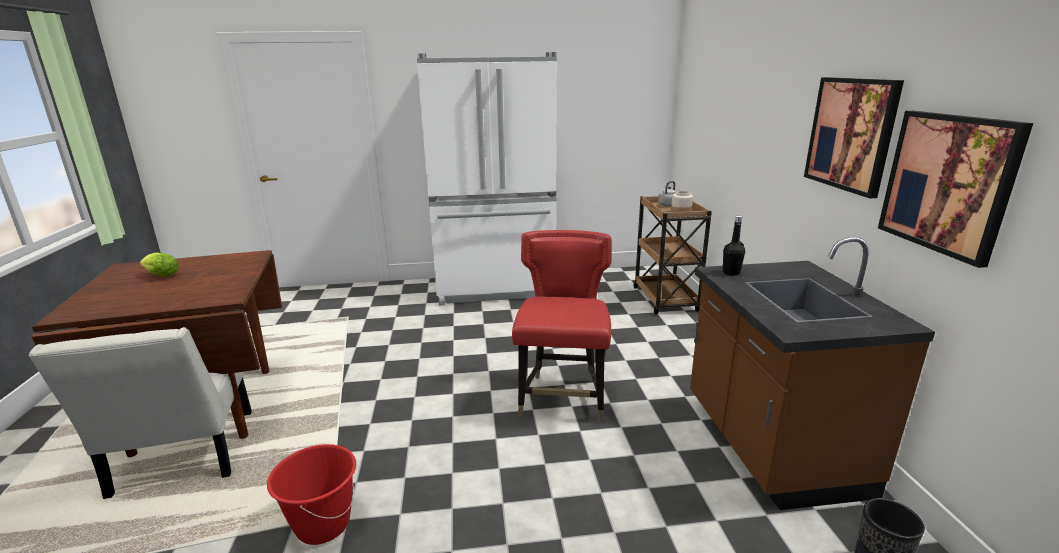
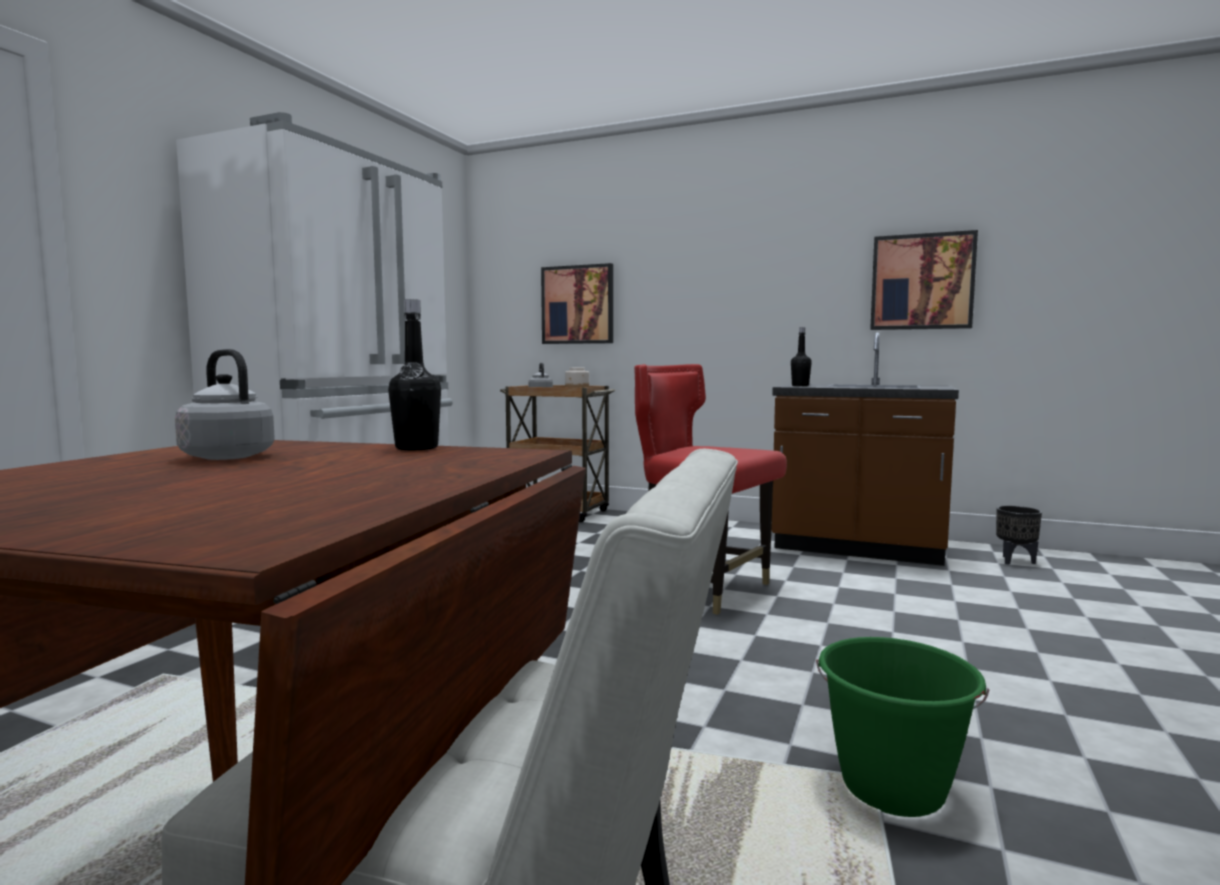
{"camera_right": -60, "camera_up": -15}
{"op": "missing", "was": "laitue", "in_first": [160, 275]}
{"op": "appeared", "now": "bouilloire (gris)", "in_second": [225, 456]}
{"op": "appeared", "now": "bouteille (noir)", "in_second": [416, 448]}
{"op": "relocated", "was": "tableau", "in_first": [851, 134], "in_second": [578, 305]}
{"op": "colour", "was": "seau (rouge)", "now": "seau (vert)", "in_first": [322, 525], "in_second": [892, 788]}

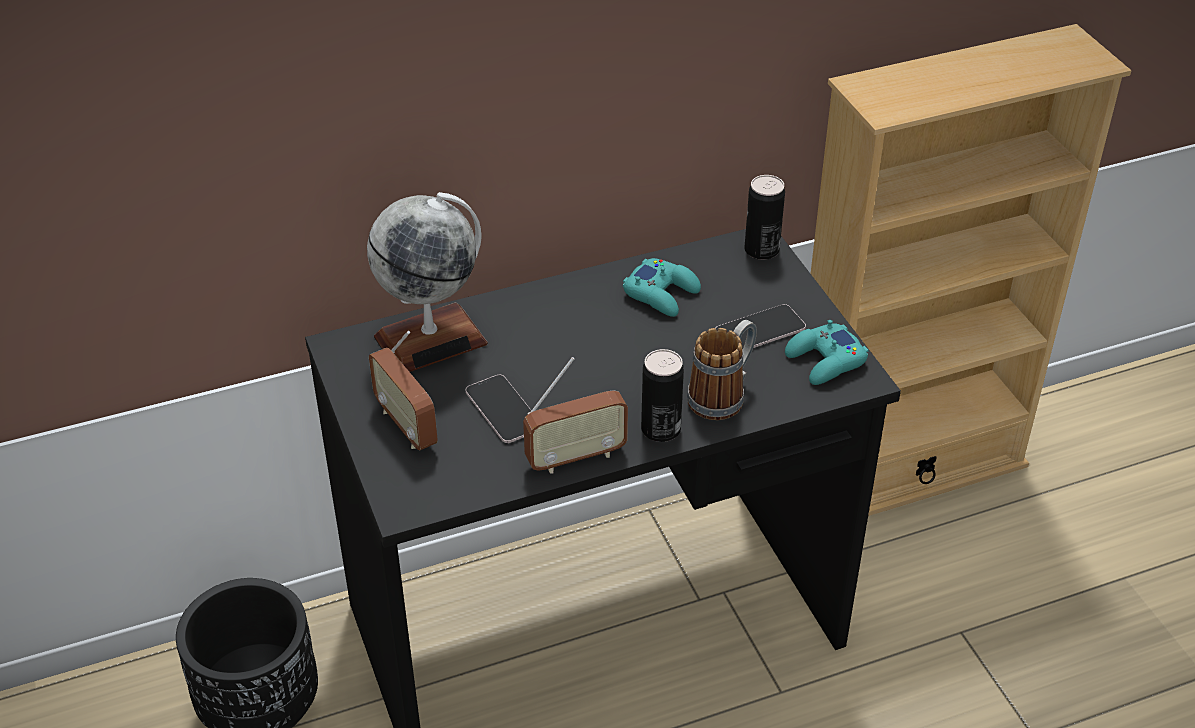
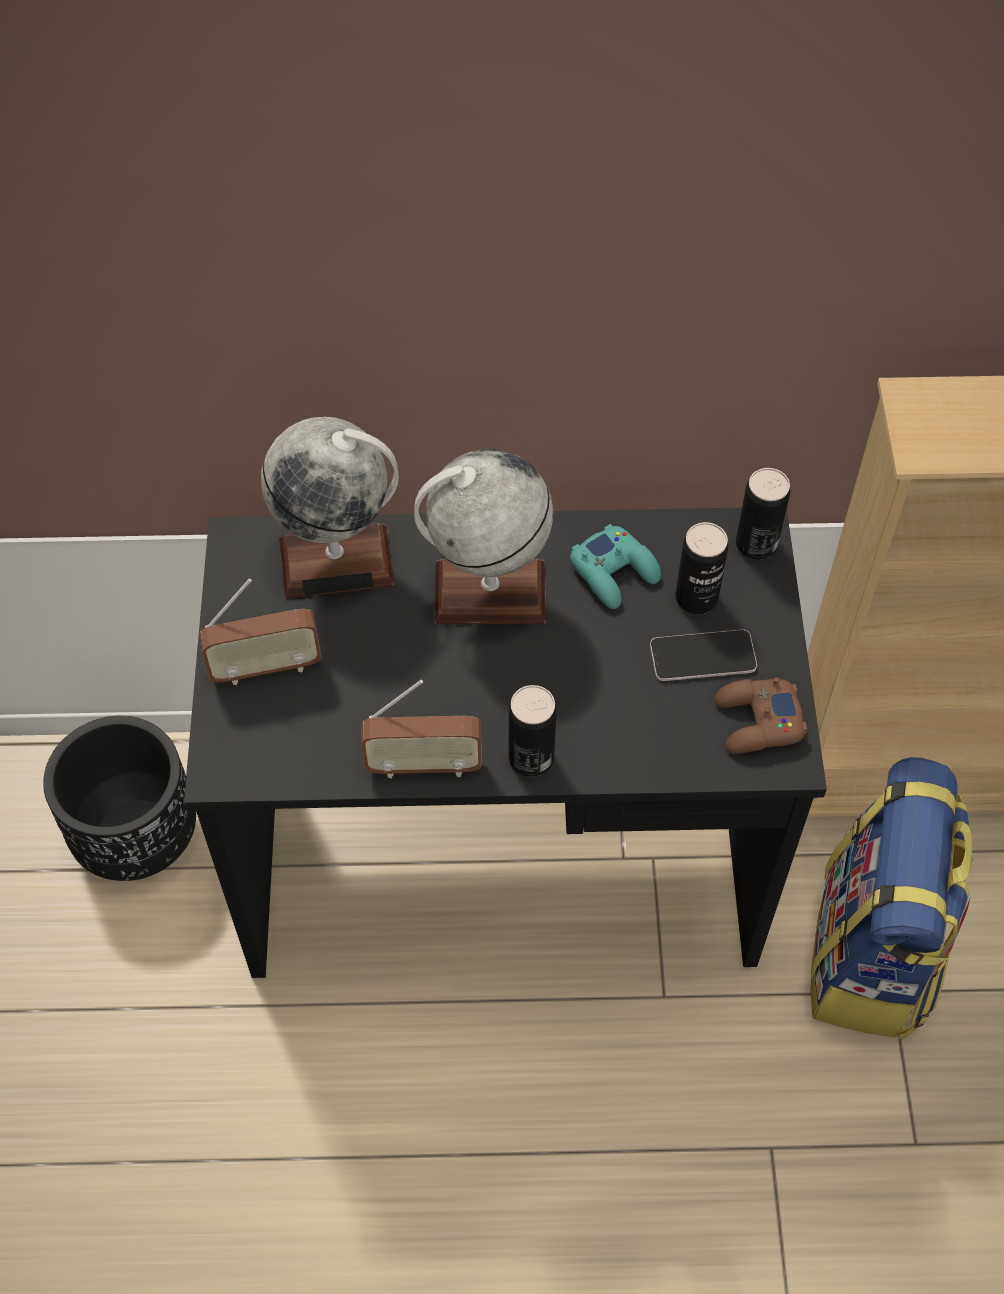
{"camera_right": 20, "camera_up": 15}
{"op": "missing", "was": "téléphone", "in_first": [503, 410]}
{"op": "missing", "was": "mug", "in_first": [723, 395]}
{"op": "appeared", "now": "globe", "in_second": [489, 593]}
{"op": "appeared", "now": "boîte métallique", "in_second": [696, 598]}
{"op": "appeared", "now": "sac à dos", "in_second": [872, 955]}
{"op": "colour", "was": "manette (turquoise)", "now": "manette (marron)", "in_first": [825, 361], "in_second": [757, 722]}
{"op": "spun", "was": "radio", "in_first": [407, 425], "in_second": [265, 667], "clockwise": -90}

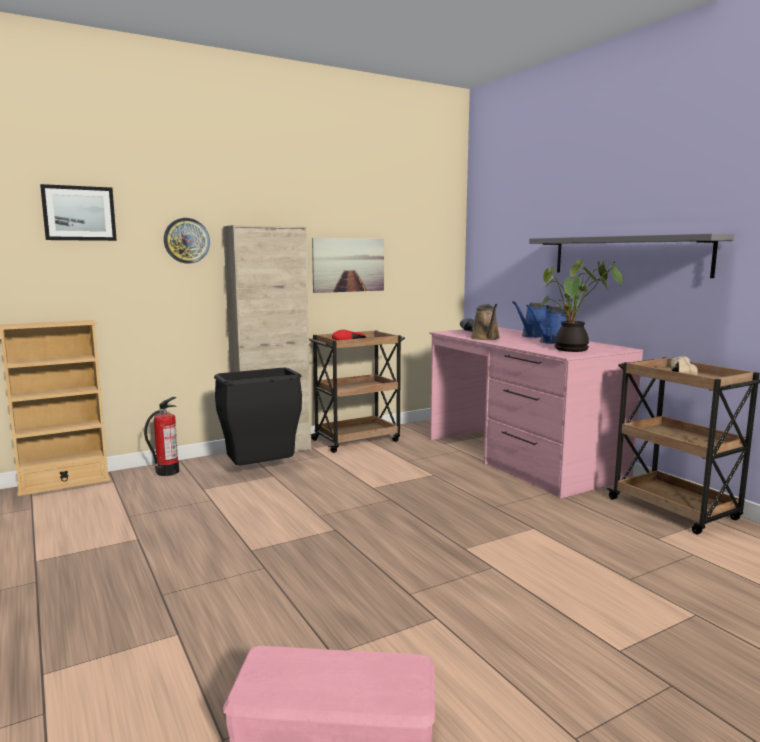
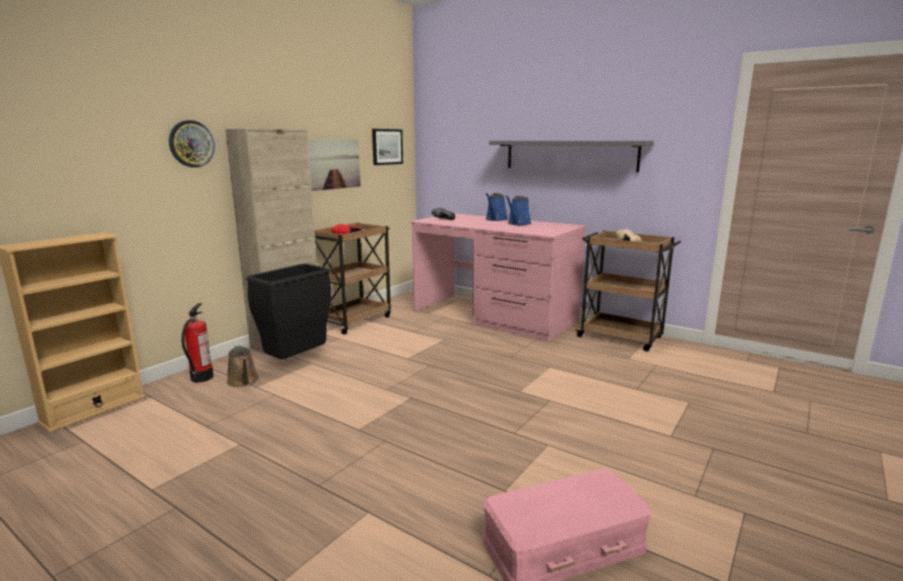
{"camera_right": -25, "camera_up": 5}
{"op": "missing", "was": "plante en pot", "in_first": [572, 350]}
{"op": "relocated", "was": "tableau", "in_first": [79, 213], "in_second": [387, 146]}
{"op": "relocated", "was": "arrosoir (marron)", "in_first": [486, 338], "in_second": [243, 381]}

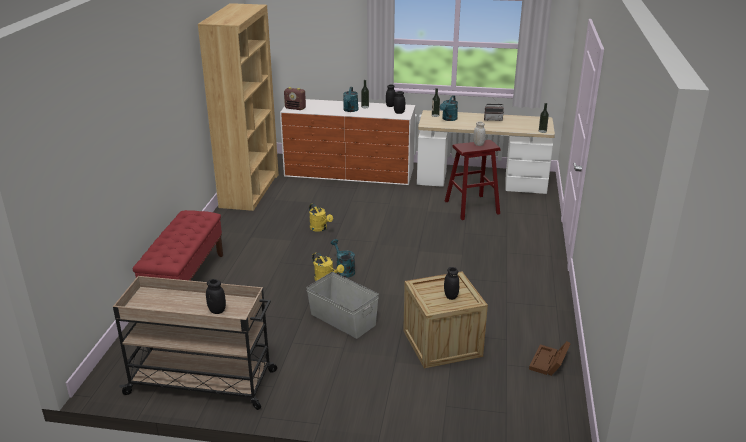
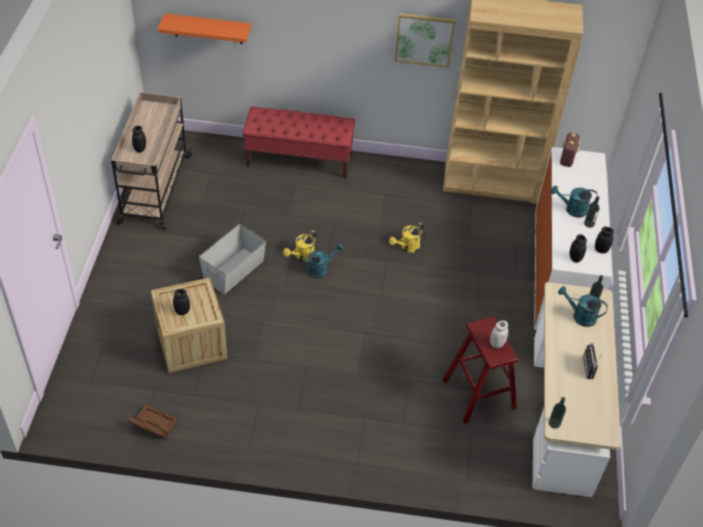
{"camera_right": 85, "camera_up": 20}
{"op": "appeared", "now": "étagère (orange)", "in_second": [208, 29]}
{"op": "appeared", "now": "tableau", "in_second": [424, 39]}

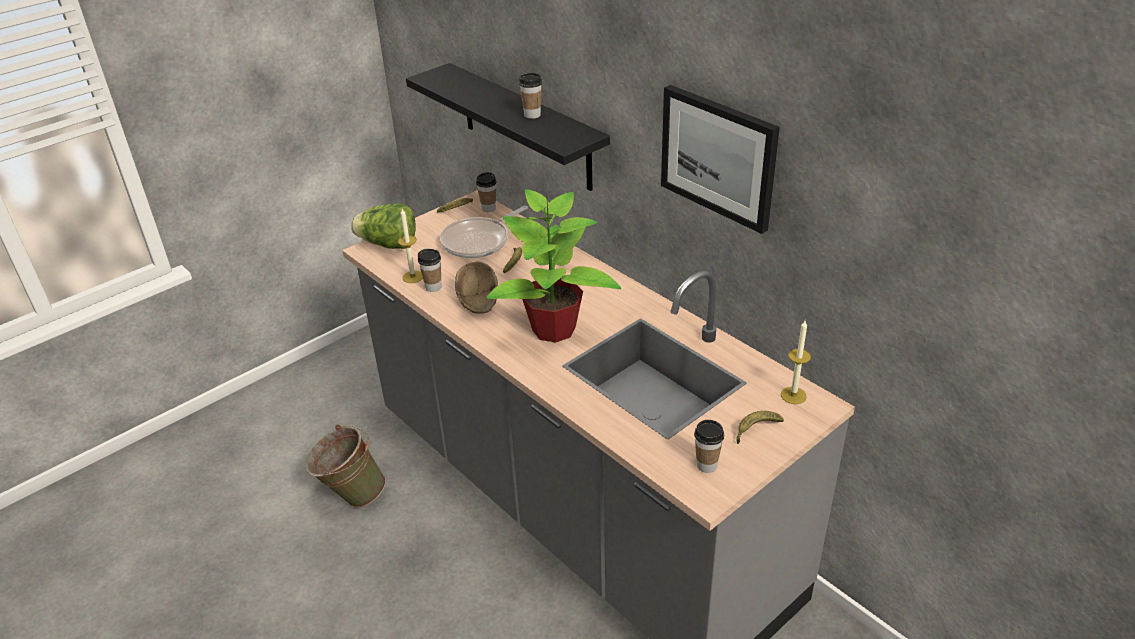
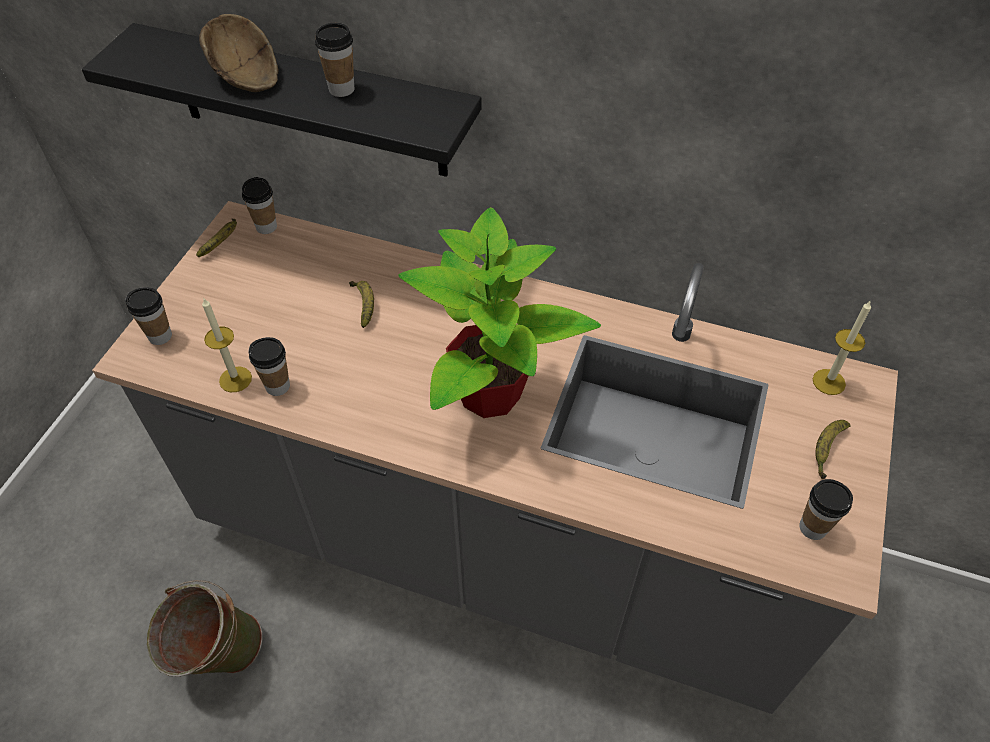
{"camera_right": -30, "camera_up": 15}
{"op": "missing", "was": "poêle", "in_first": [479, 241]}
{"op": "missing", "was": "tableau", "in_first": [718, 157]}
{"op": "relocated", "was": "bol (marron)", "in_first": [477, 301], "in_second": [245, 77]}
{"op": "exchanged", "was": "laitue", "now": "tasse", "in_first": [388, 245], "in_second": [160, 336]}

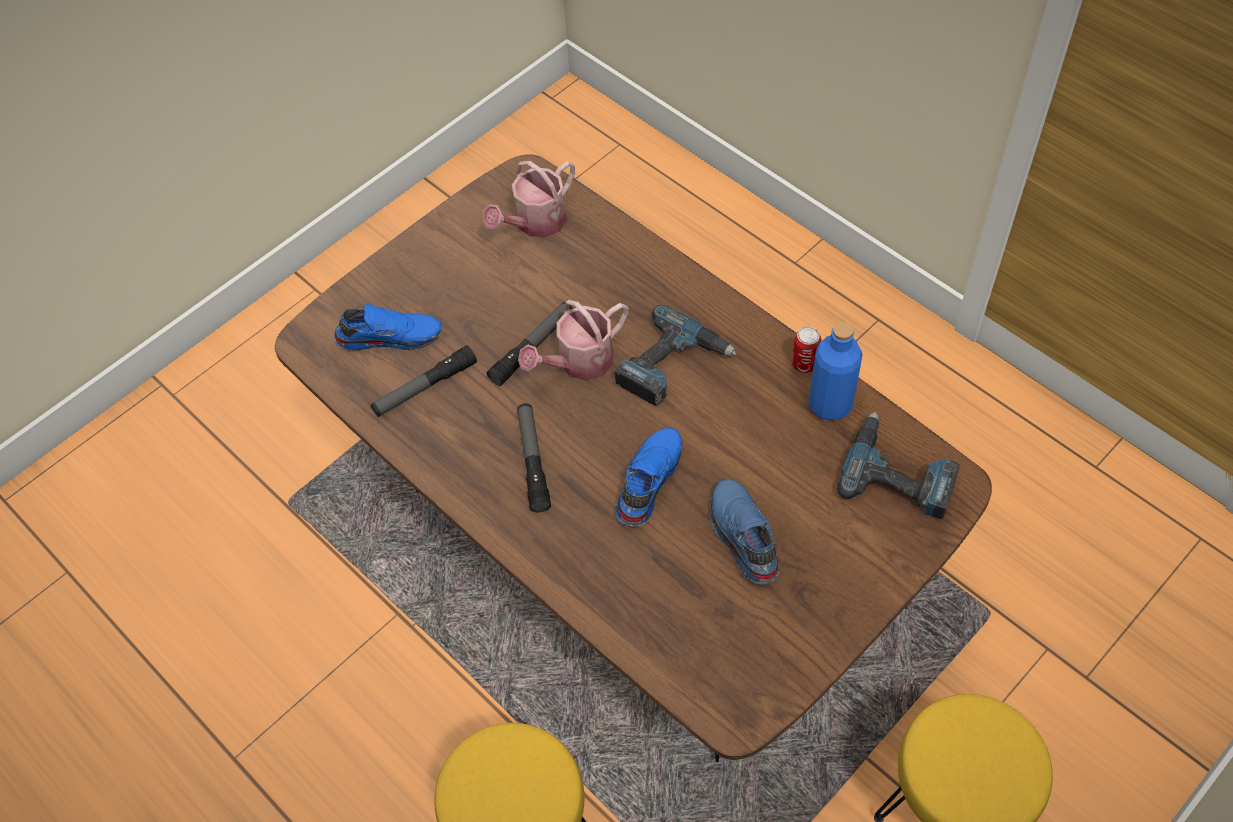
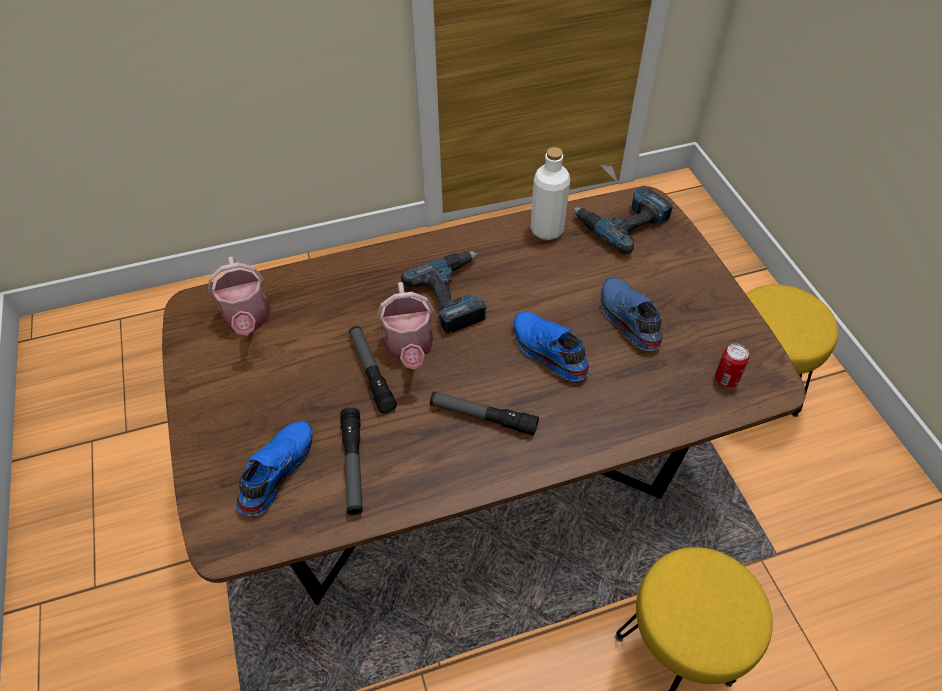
{"camera_right": -65, "camera_up": -5}
{"op": "relocated", "was": "boîte métallique", "in_first": [804, 364], "in_second": [726, 379]}
{"op": "colour", "was": "bouteille (bleu)", "now": "bouteille (blanc)", "in_first": [830, 404], "in_second": [547, 230]}
{"op": "spun", "was": "chaussure (bleu)", "in_first": [741, 537], "in_second": [627, 320], "clockwise": 60}

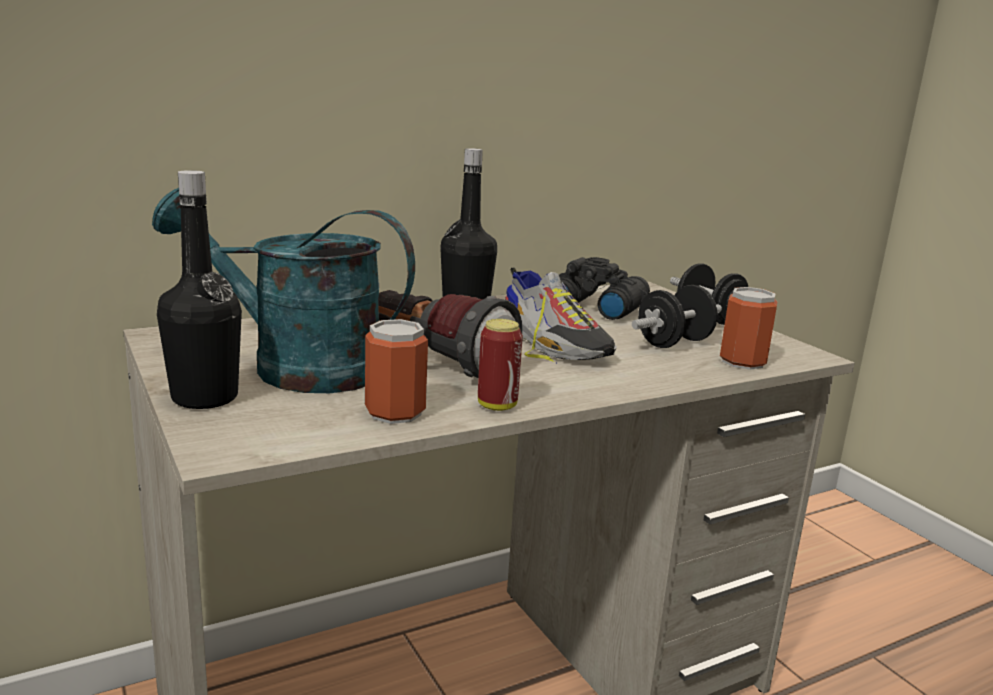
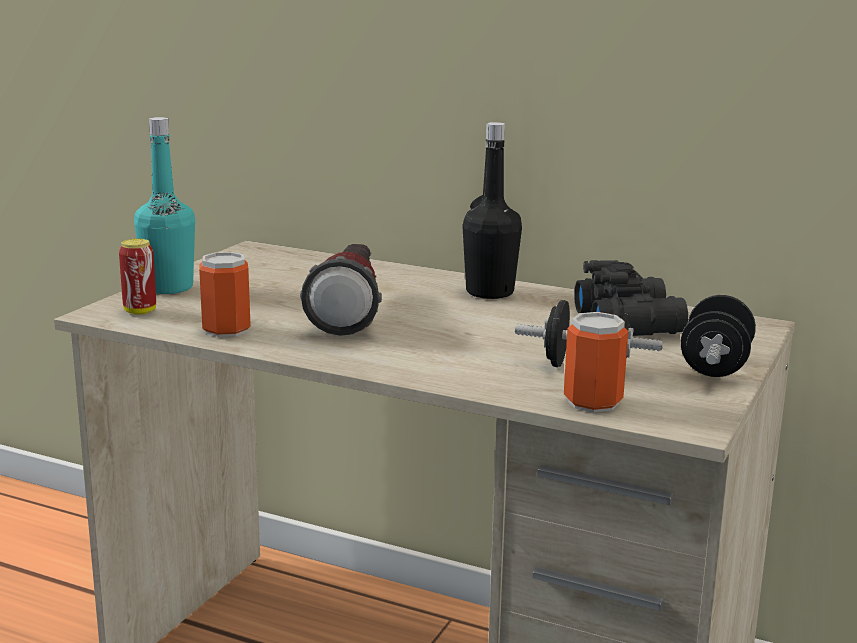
{"camera_right": 55, "camera_up": 0}
{"op": "missing", "was": "arrosoir (turquoise)", "in_first": [295, 367]}
{"op": "missing", "was": "chaussure", "in_first": [553, 343]}
{"op": "relocated", "was": "boîte métallique", "in_first": [497, 406], "in_second": [140, 311]}
{"op": "colour", "was": "bouteille (noir)", "now": "bouteille (turquoise)", "in_first": [205, 398], "in_second": [168, 287]}

